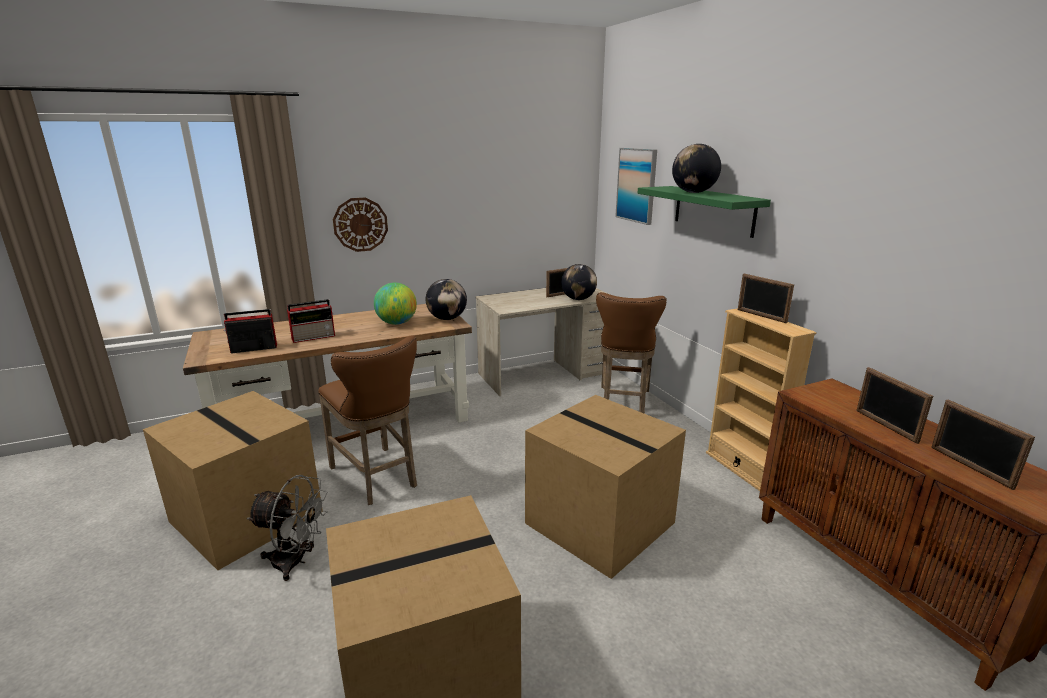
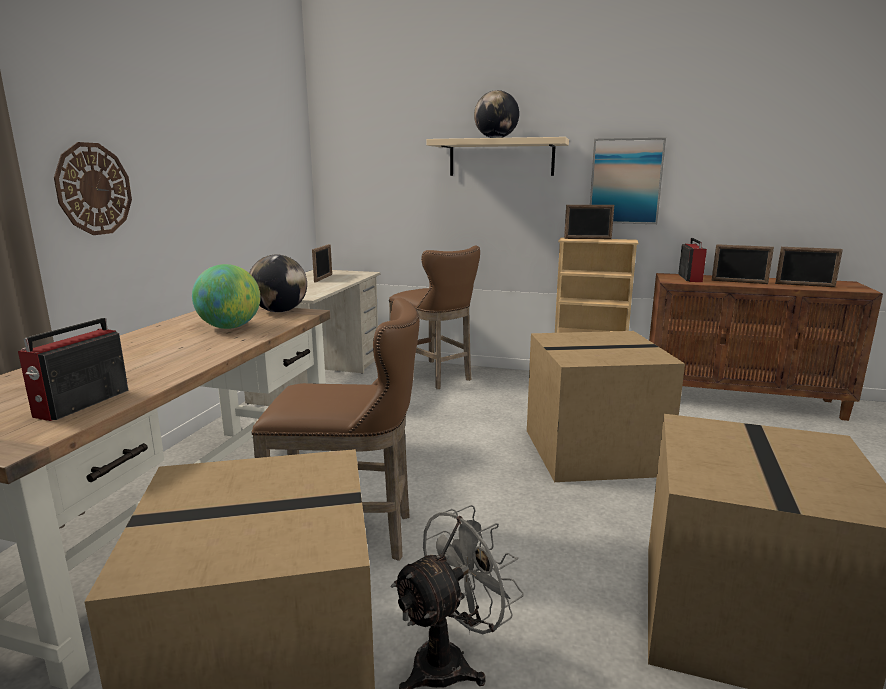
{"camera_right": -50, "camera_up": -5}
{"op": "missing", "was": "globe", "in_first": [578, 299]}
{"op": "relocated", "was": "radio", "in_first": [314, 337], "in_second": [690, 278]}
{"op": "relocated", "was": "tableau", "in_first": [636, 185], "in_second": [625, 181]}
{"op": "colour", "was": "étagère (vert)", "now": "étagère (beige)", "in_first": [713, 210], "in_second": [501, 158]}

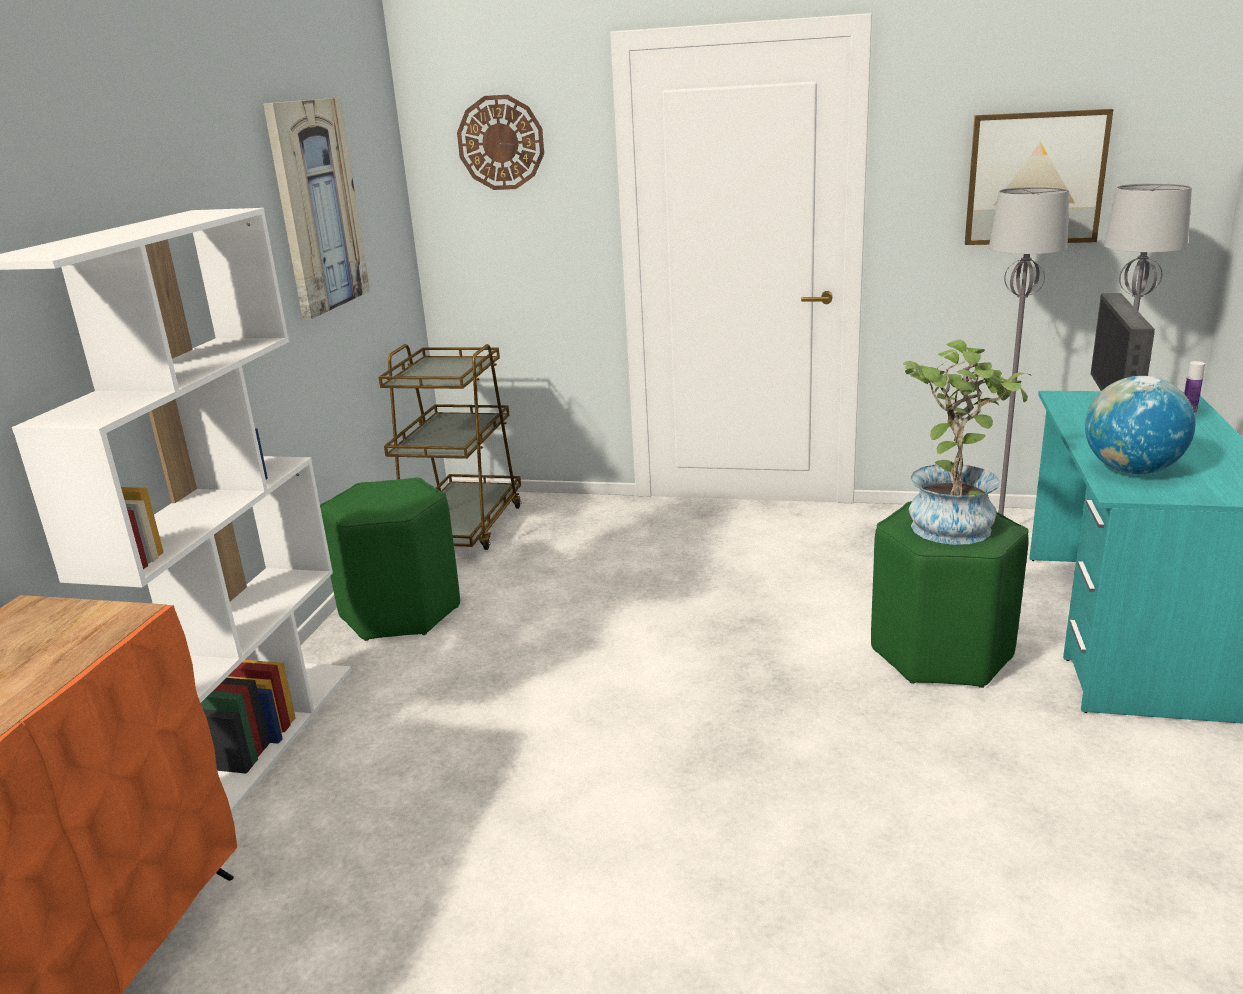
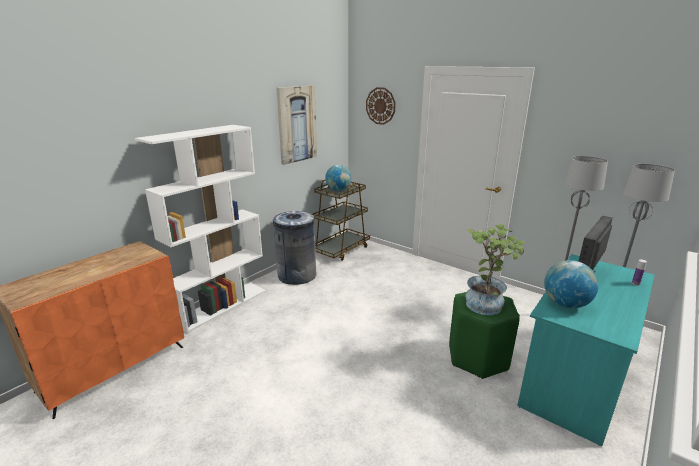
{"camera_right": 25, "camera_up": 0}
{"op": "missing", "was": "tableau", "in_first": [1035, 178]}
{"op": "appeared", "now": "globe", "in_second": [338, 190]}
{"op": "exchanged", "was": "tabouret (vert)", "now": "poubelle (gris)", "in_first": [401, 612], "in_second": [296, 275]}

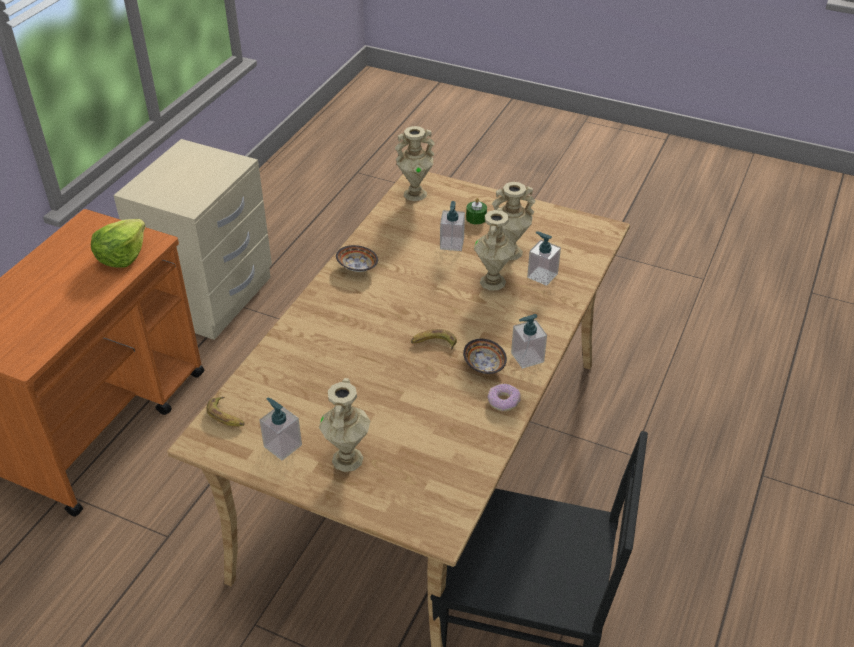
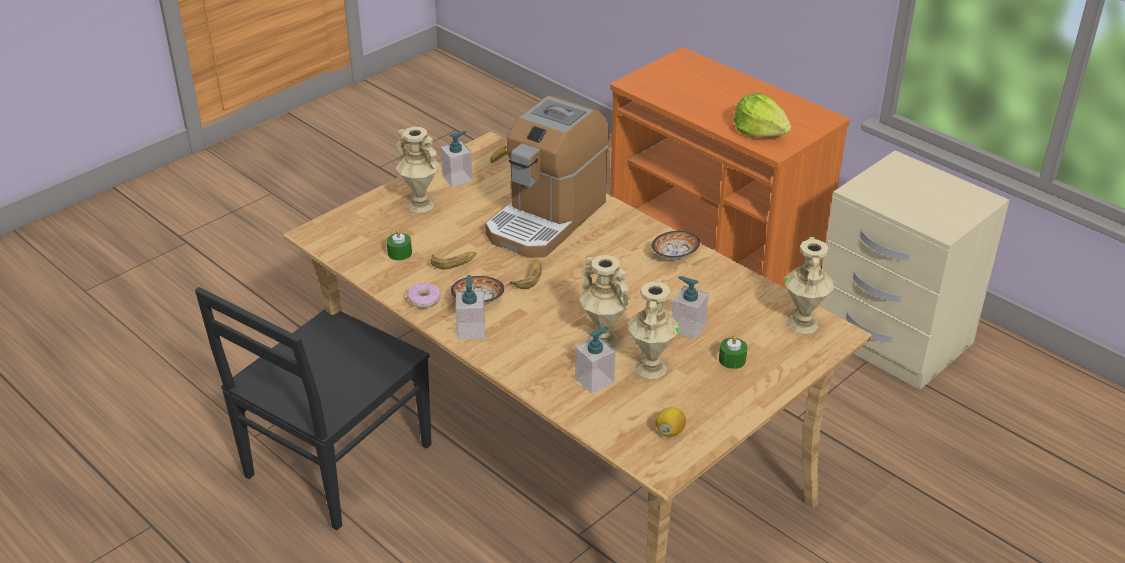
{"camera_right": 110, "camera_up": -5}
{"op": "appeared", "now": "bougie (vert)", "in_second": [400, 253]}
{"op": "appeared", "now": "banane", "in_second": [454, 262]}
{"op": "appeared", "now": "machine à café", "in_second": [546, 218]}
{"op": "appeared", "now": "citron", "in_second": [669, 431]}

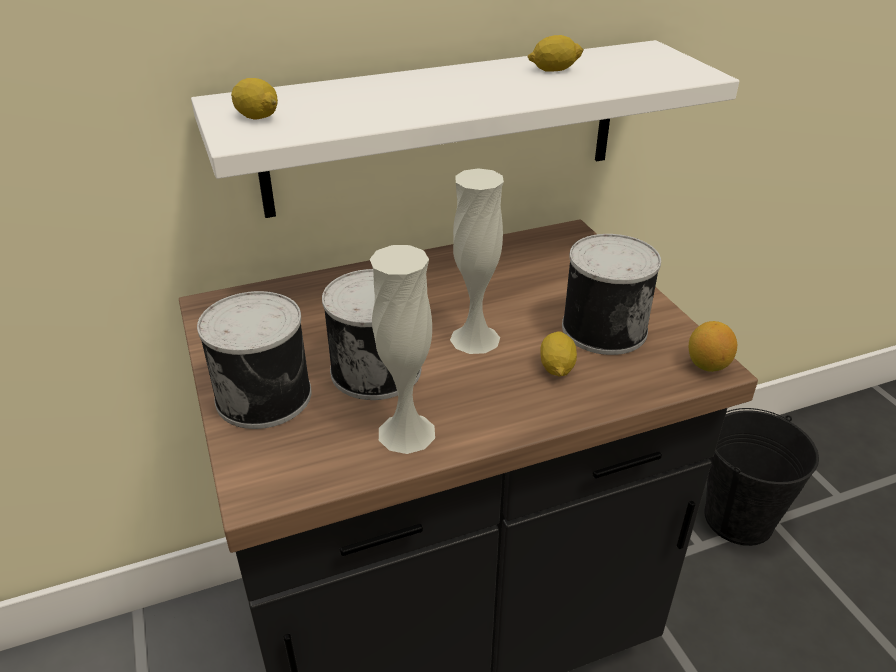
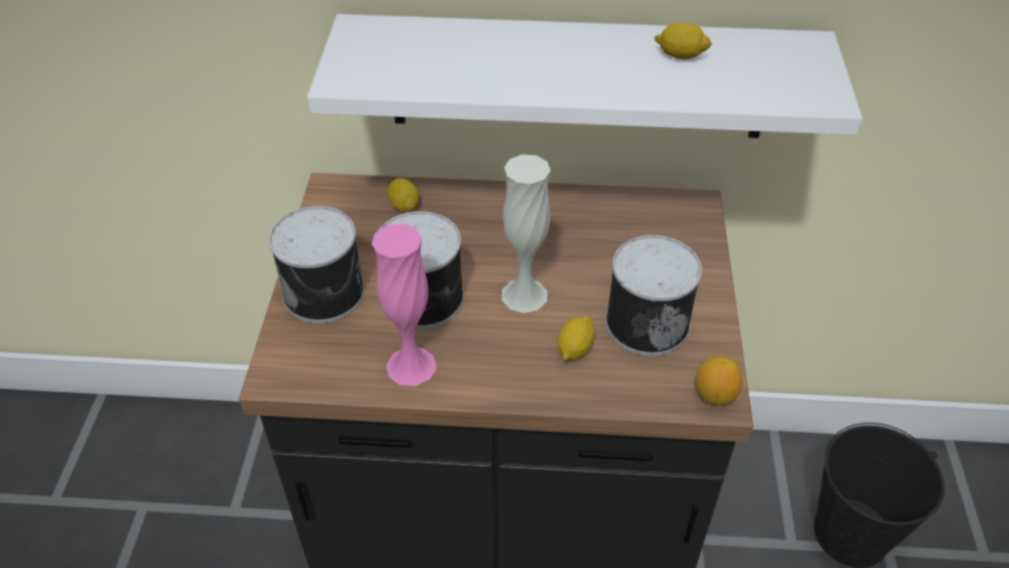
{"camera_right": 25, "camera_up": 10}
{"op": "relocated", "was": "citron", "in_first": [257, 117], "in_second": [404, 205]}
{"op": "colour", "was": "vase (blanc)", "now": "vase (rose)", "in_first": [406, 432], "in_second": [411, 366]}

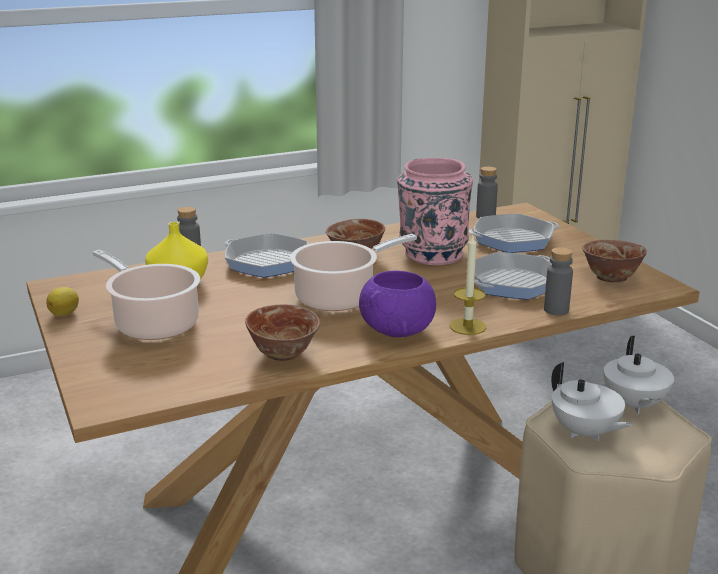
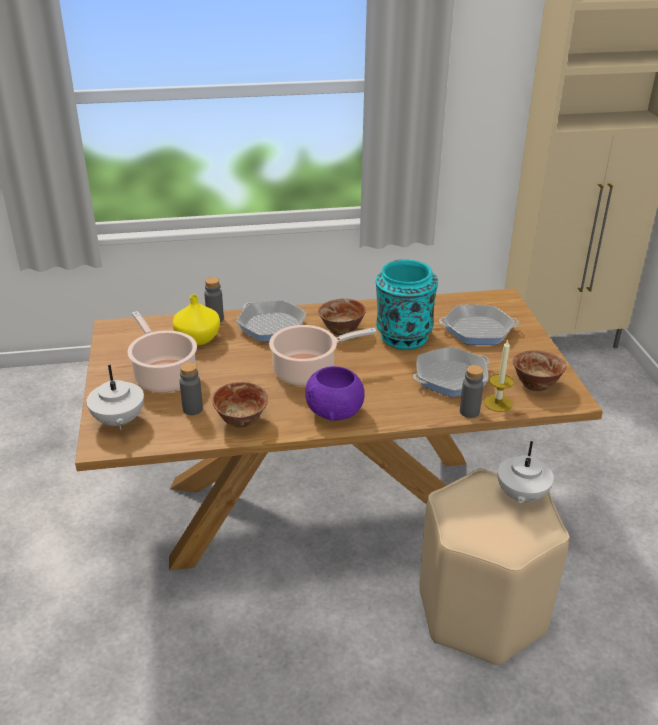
{"camera_right": 15, "camera_up": 10}
{"op": "missing", "was": "citron", "in_first": [65, 314]}
{"op": "relocated", "was": "bougie", "in_first": [467, 326], "in_second": [498, 403]}
{"op": "relocated", "was": "bouteille (gris)", "in_first": [485, 217], "in_second": [192, 409]}
{"op": "relocated", "was": "théière (blanc)", "in_first": [584, 433], "in_second": [118, 421]}
{"op": "colour", "was": "vase (rose)", "now": "vase (turquoise)", "in_first": [432, 254], "in_second": [403, 337]}

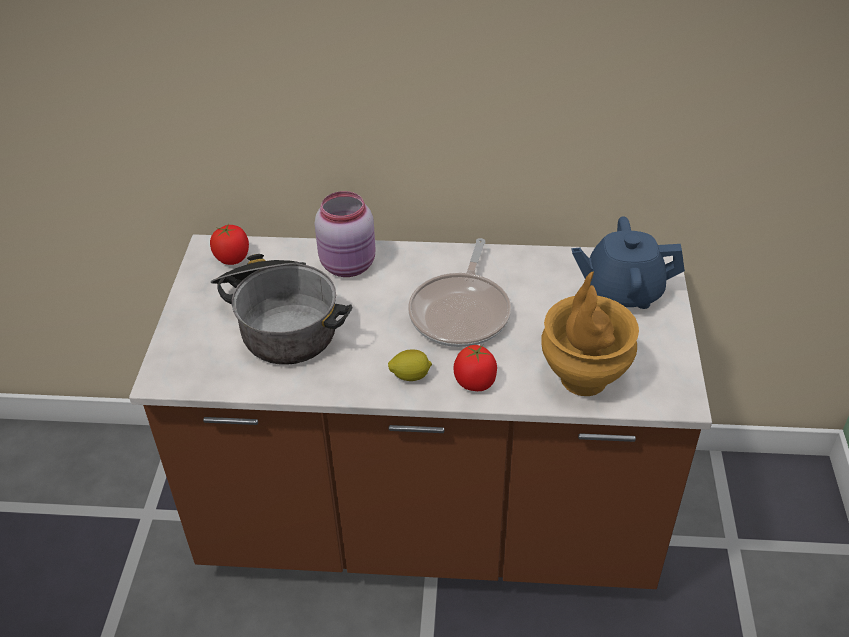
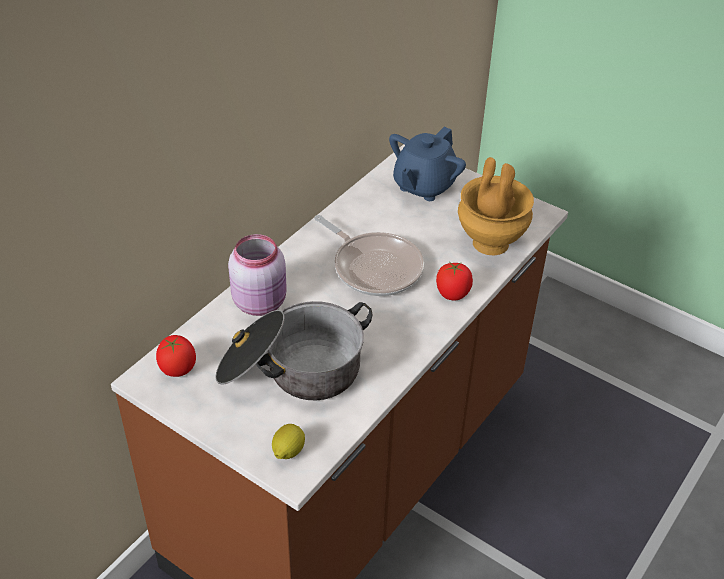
{"camera_right": -60, "camera_up": 0}
{"op": "relocated", "was": "citron", "in_first": [410, 376], "in_second": [288, 451]}

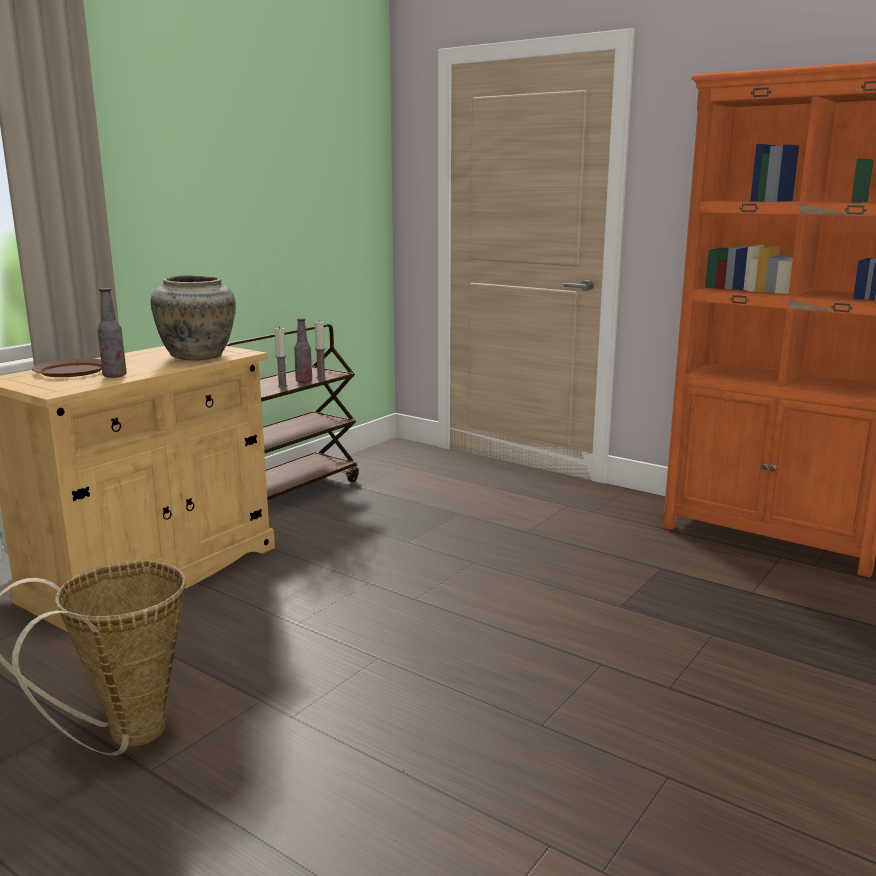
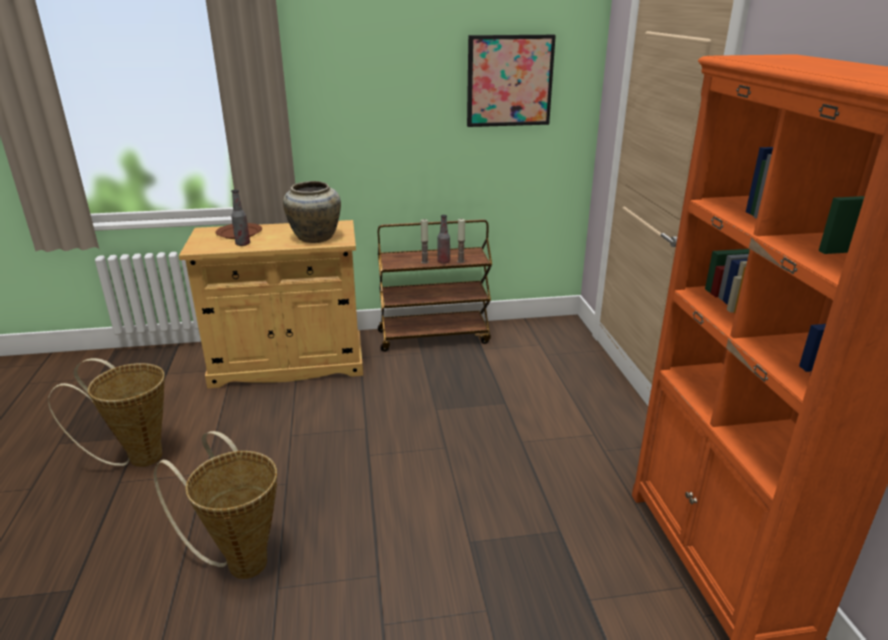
{"camera_right": 45, "camera_up": 10}
{"op": "appeared", "now": "panier", "in_second": [242, 560]}
{"op": "appeared", "now": "tableau", "in_second": [509, 81]}

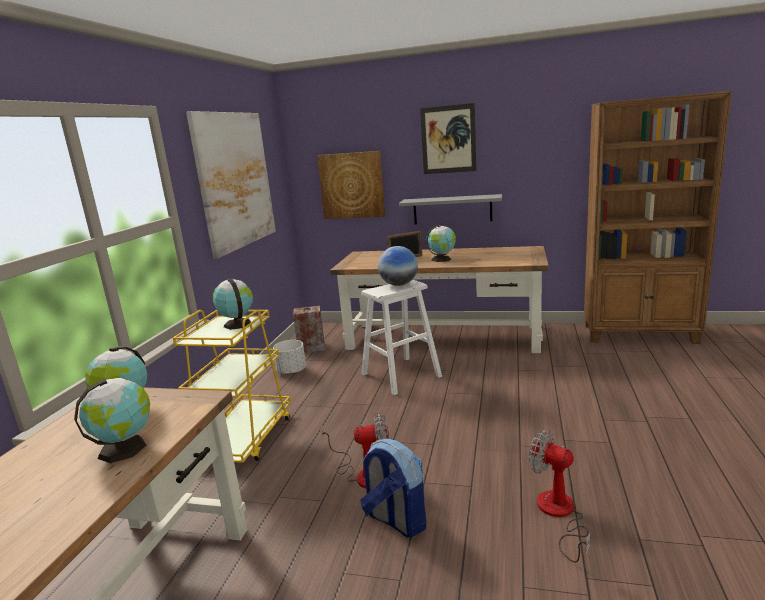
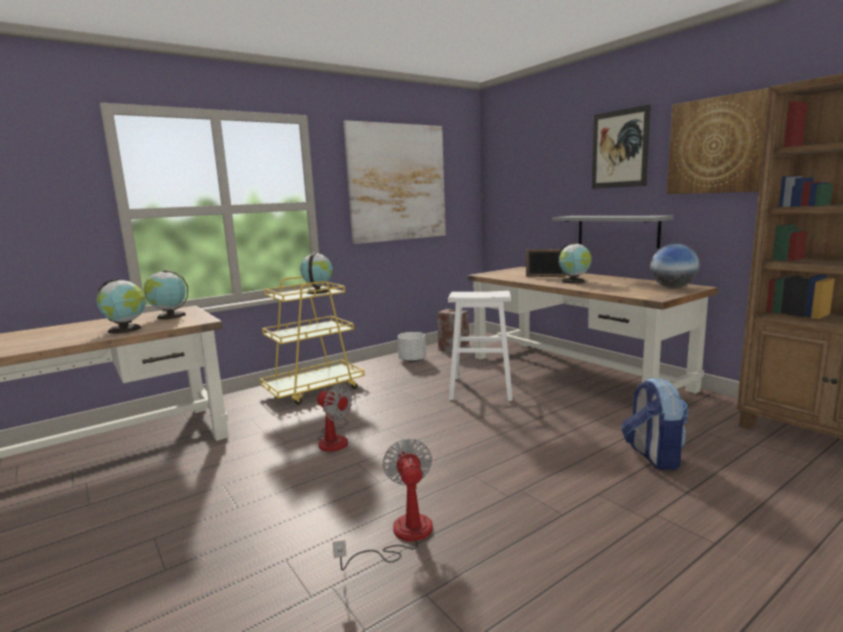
{"camera_right": 40, "camera_up": -5}
{"op": "relocated", "was": "tableau", "in_first": [352, 185], "in_second": [716, 145]}
{"op": "relocated", "was": "sac à dos", "in_first": [395, 520], "in_second": [653, 456]}
{"op": "relocated", "was": "globe", "in_first": [399, 284], "in_second": [672, 287]}

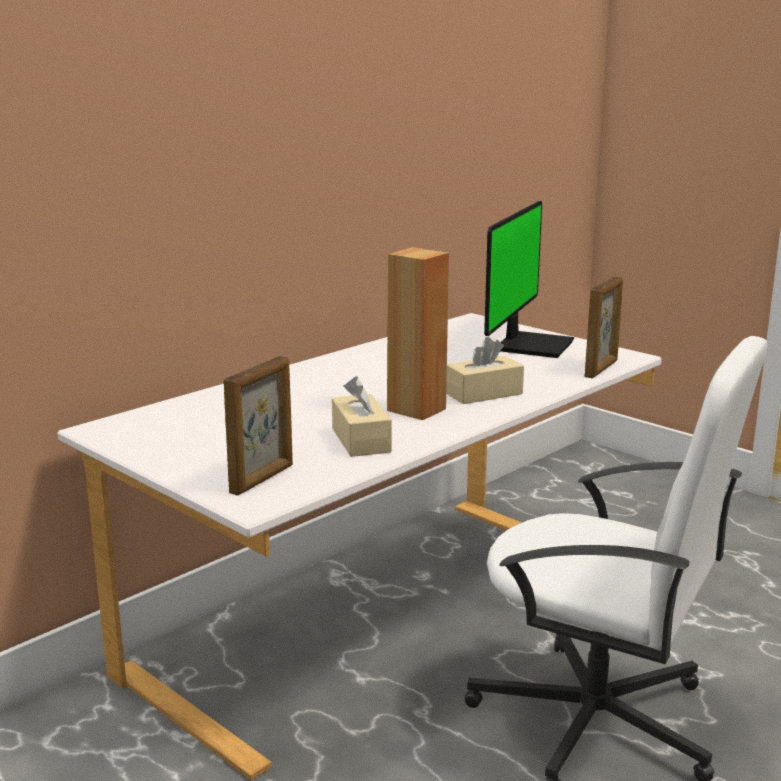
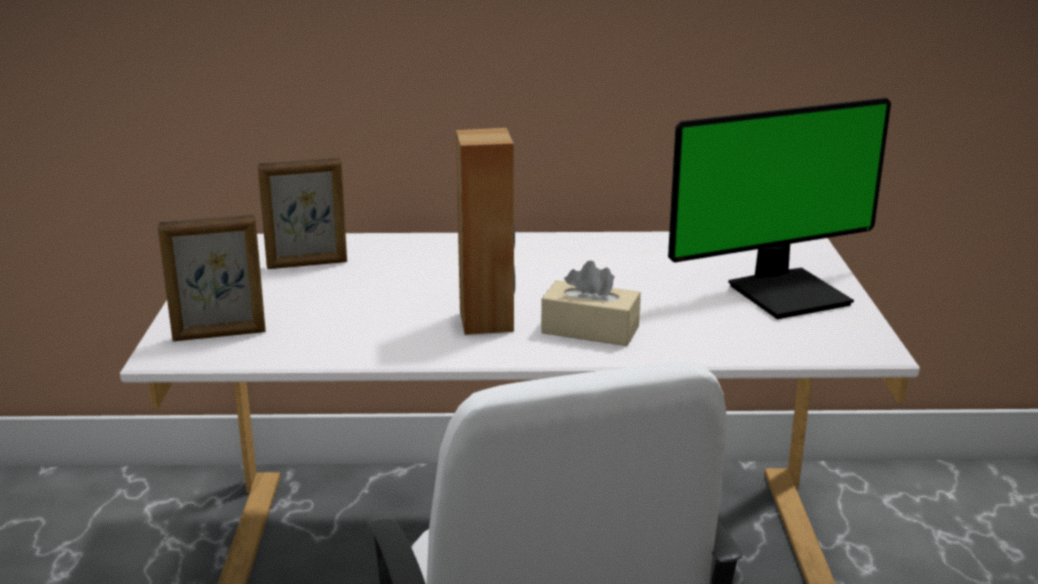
{"camera_right": 45, "camera_up": 5}
{"op": "missing", "was": "boîte à mouchoirs (beige)", "in_first": [361, 440]}
{"op": "relocated", "was": "cadre photo", "in_first": [601, 369], "in_second": [307, 264]}

